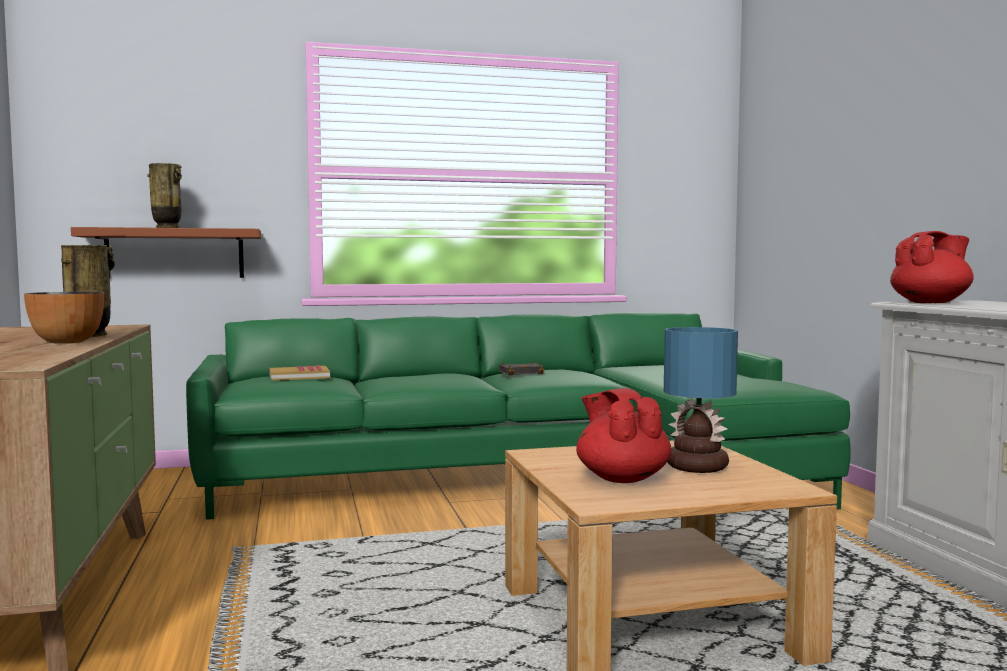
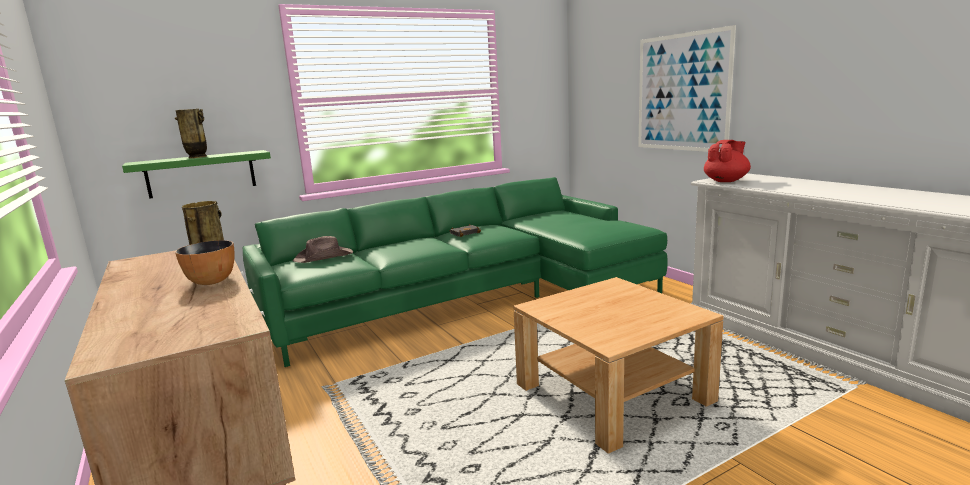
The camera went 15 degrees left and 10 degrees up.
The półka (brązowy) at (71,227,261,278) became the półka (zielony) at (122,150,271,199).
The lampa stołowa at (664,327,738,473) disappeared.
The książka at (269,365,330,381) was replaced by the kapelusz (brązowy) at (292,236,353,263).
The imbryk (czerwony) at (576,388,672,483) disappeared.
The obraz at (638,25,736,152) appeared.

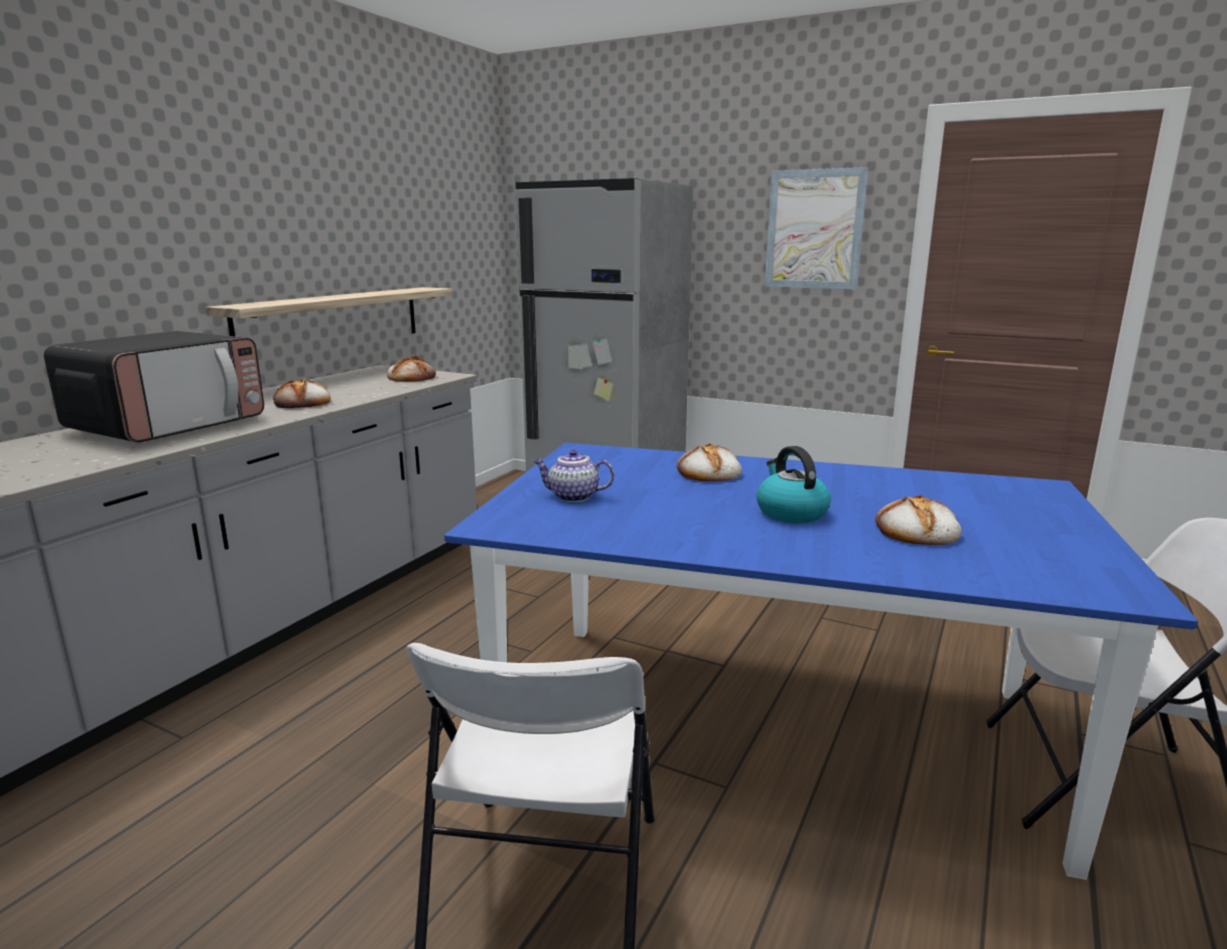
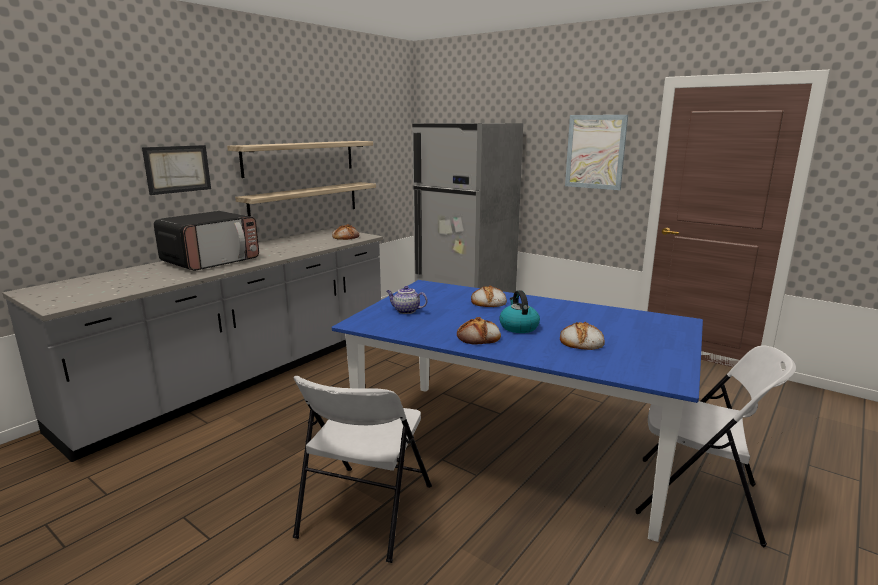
The camera went 10 degrees right and 0 degrees up.
The chleb moved from (273,378,331,408) to (457,317,501,345).
The półka at (227,141,373,178) appeared.
The obraz at (142,145,211,195) appeared.

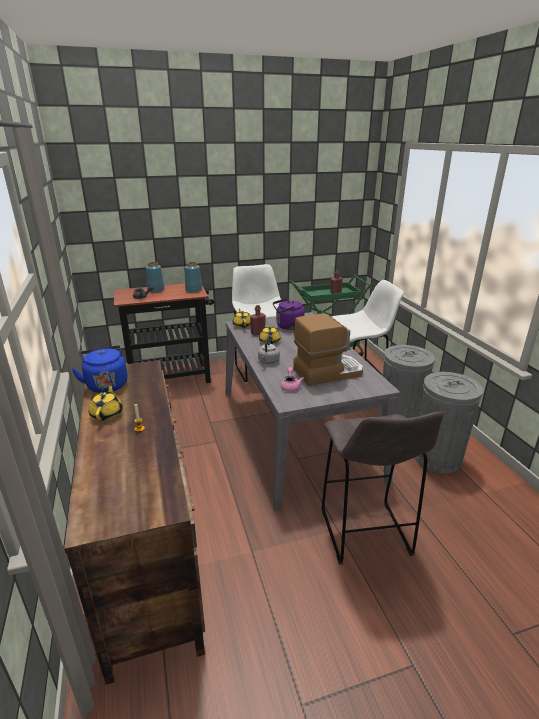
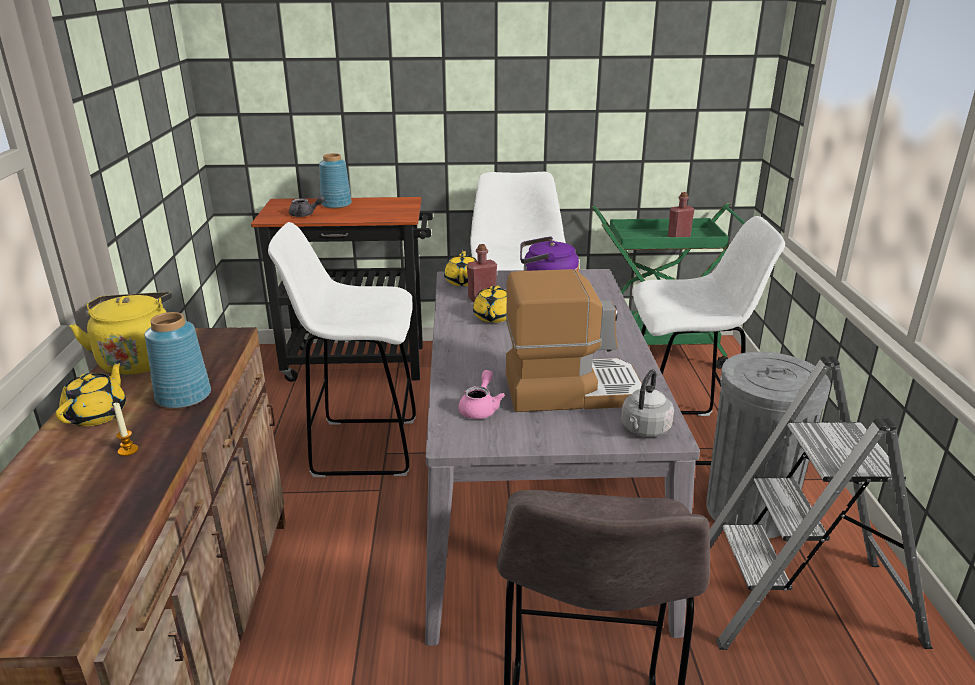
The camera went 15 degrees right and 0 degrees up.
The wazon (niebieski) moved from (185,262,202,293) to (145,312,211,409).
The czajnik (szary) moved from (258,335,280,364) to (621,369,674,437).
The czajnik (niebieski) at (72,345,128,393) became the czajnik (żółty) at (69,292,172,375).
The kosz na śmieci (szary) at (415,372,483,474) was replaced by the drabinka (szary) at (709,356,933,650).
The stołek (biały) at (268,222,416,477) appeared.

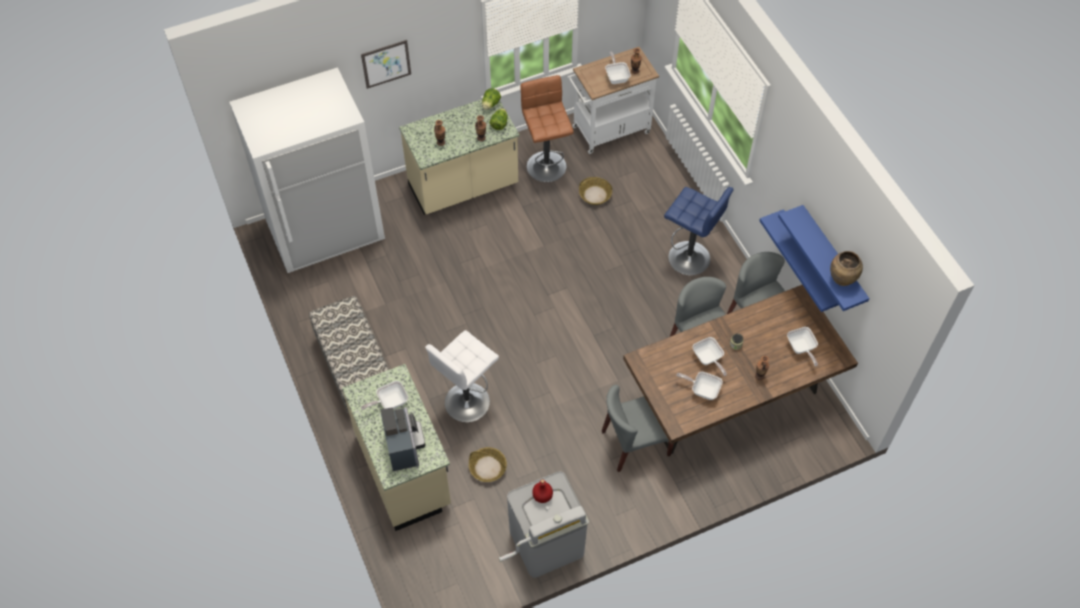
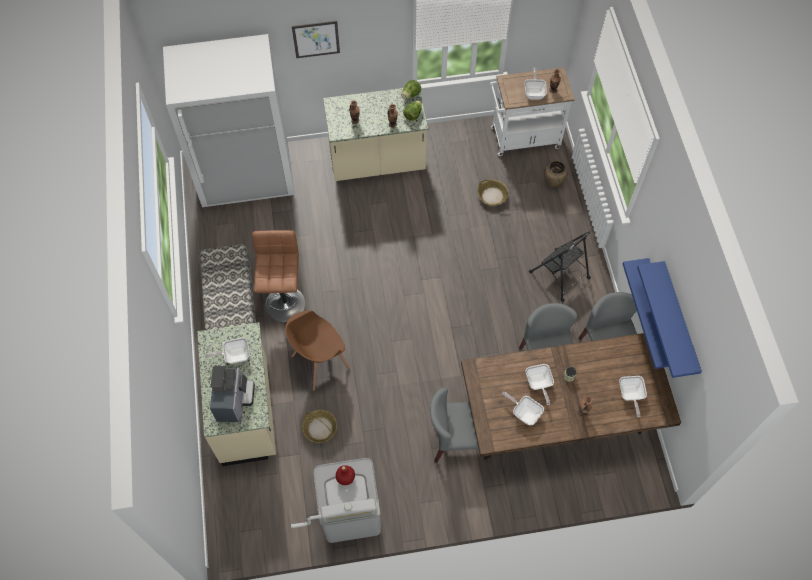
The camera went 15 degrees right and 5 degrees up.
The stołek (brązowy) moved from (521,75,574,182) to (252,230,305,322).
The stołek (niebieski) at (664,187,734,275) was replaced by the drabinka (czarny) at (529,232,591,302).
The wazon (brązowy) moved from (830,251,863,286) to (544,161,568,187).
The stołek (biały) at (425,330,499,422) was replaced by the krzesło (brązowy) at (285,310,350,390).

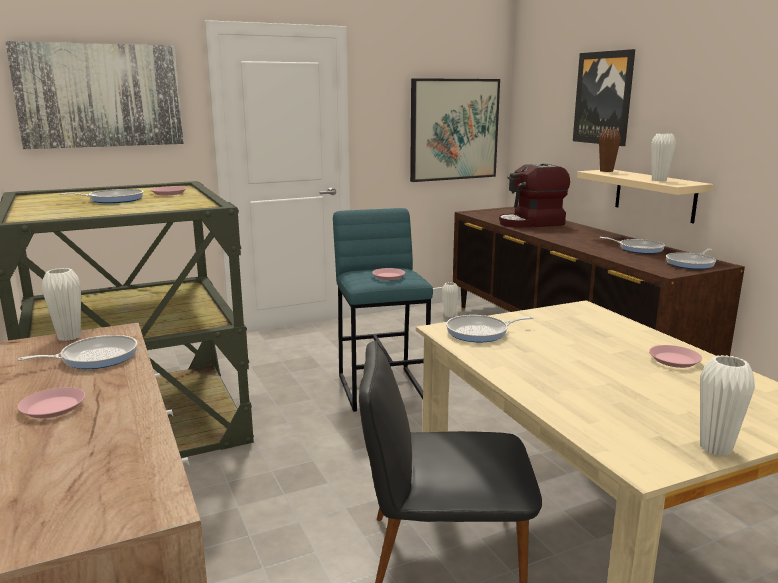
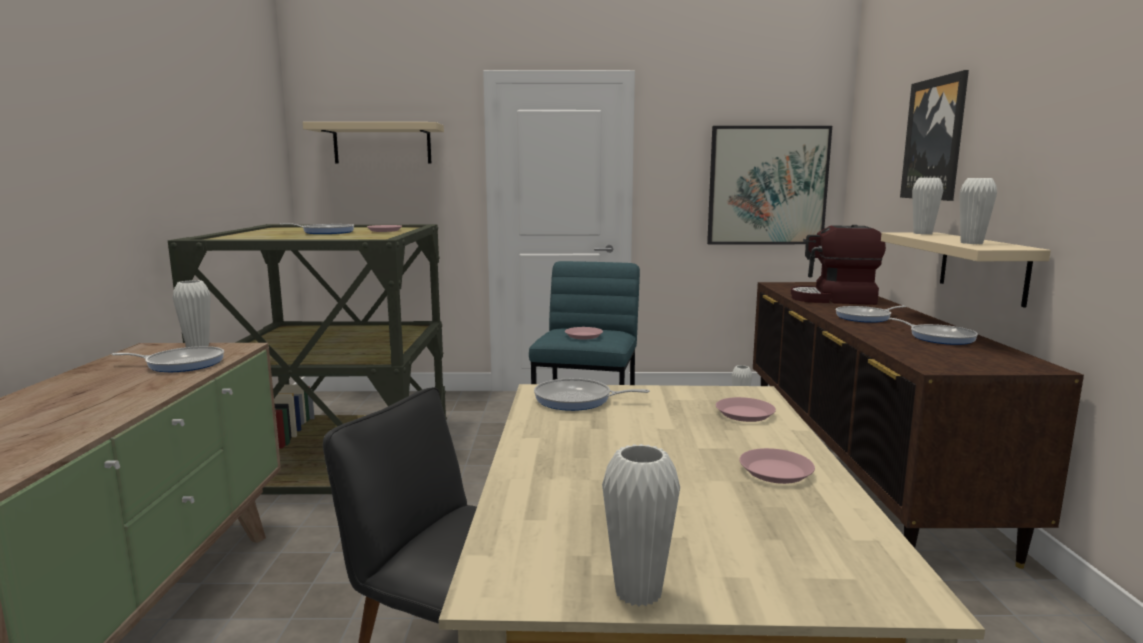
The camera went 25 degrees right and 5 degrees down.
The obraz at (5,41,184,149) was replaced by the półka (beżowy) at (303,122,444,163).
The wazon (brązowy) at (599,129,621,172) became the wazon (biały) at (912,178,943,234).
The patelnia moved from (666,249,716,269) to (836,306,906,323).
The talerz (różowy) moved from (18,387,85,418) to (716,397,776,422).

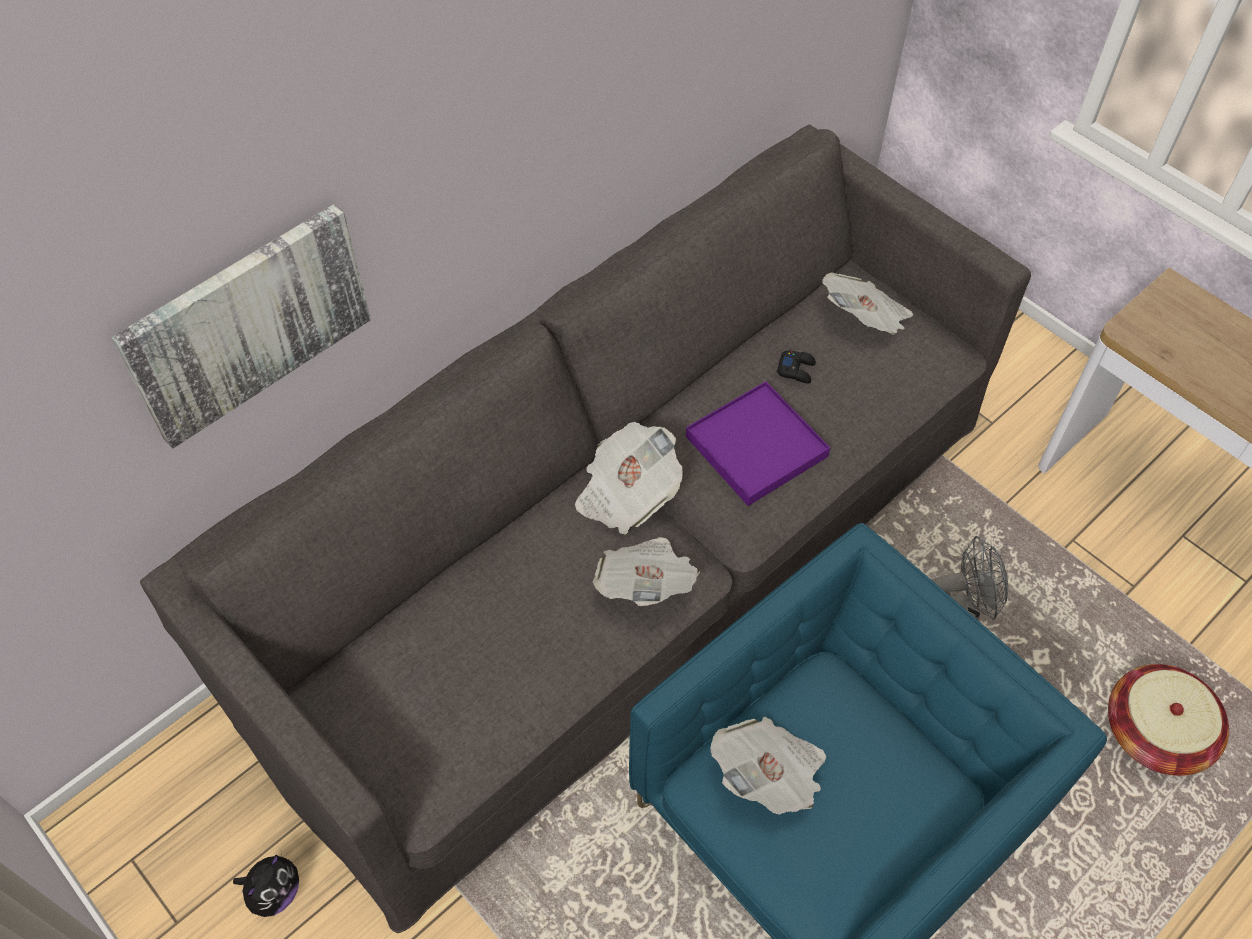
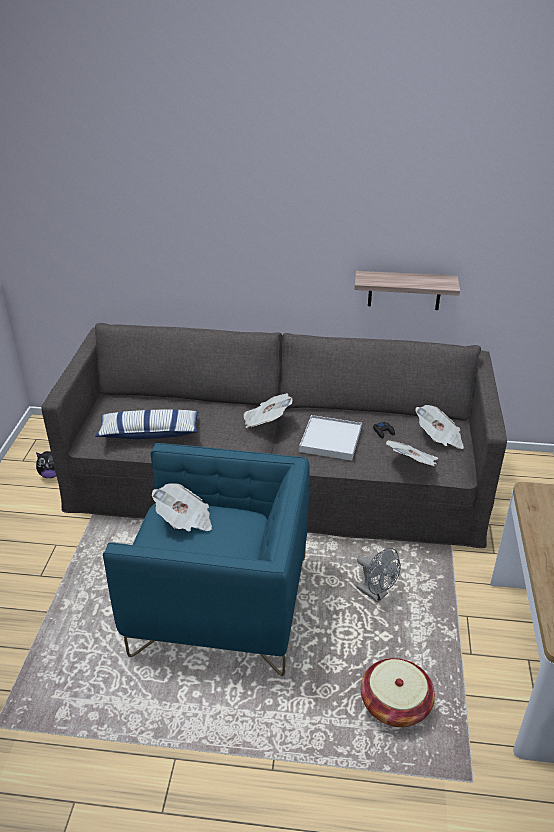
The camera went 50 degrees right and 20 degrees down.
The obraz at (111,204,371,448) disappeared.
The taca (fioletowy) at (686,381,830,506) became the taca (biały) at (299,415,362,461).
The gazeta moved from (593,537,700,606) to (386,440,438,466).
The półka at (354,271,460,310) appeared.
The poduszka at (95,409,199,439) appeared.

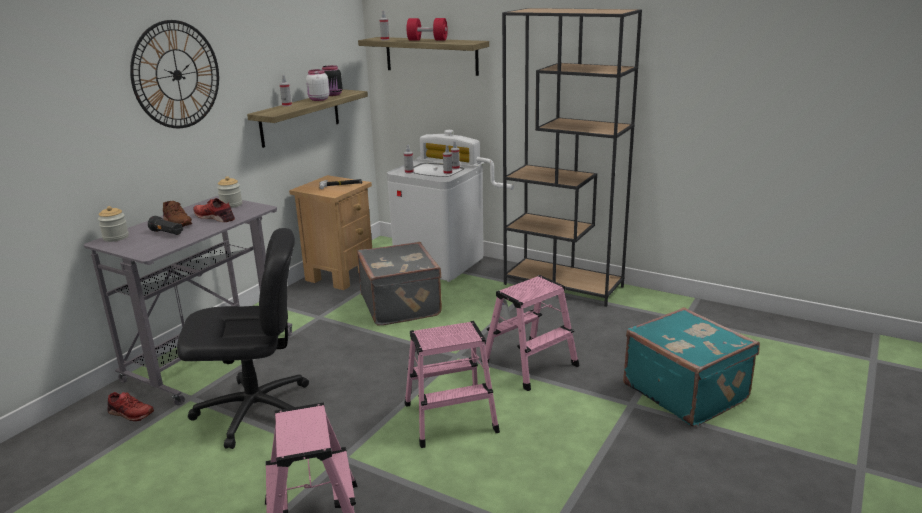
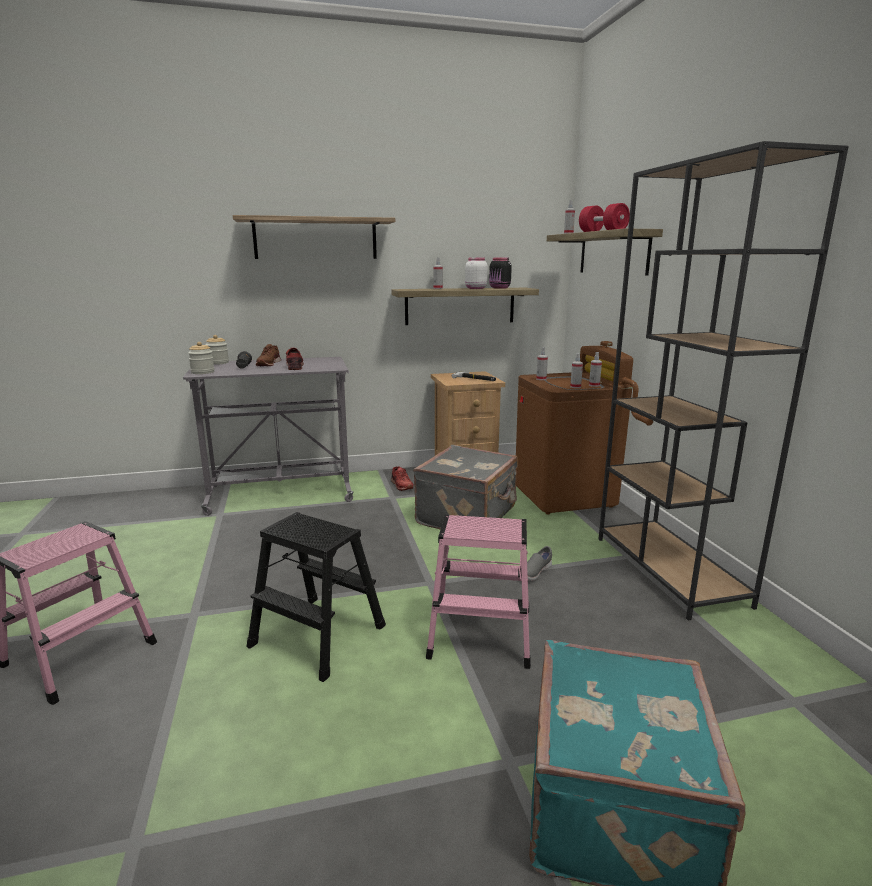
The camera went 45 degrees right and 5 degrees down.
The zegar ścienny at (130,20,219,128) was replaced by the półka at (233,215,395,259).
The pralka (biały) at (387,130,514,282) became the pralka (brązowy) at (516,341,653,515).
The słoik moved from (217,176,242,208) to (188,342,214,374).
The krzesło biurowe (czarny) at (177,228,309,449) disappeared.
The drabinka (różowy) at (405,321,500,448) became the drabinka (czarny) at (246,512,386,682).
The but (czerwony) moved from (107,392,154,421) to (391,466,414,491).

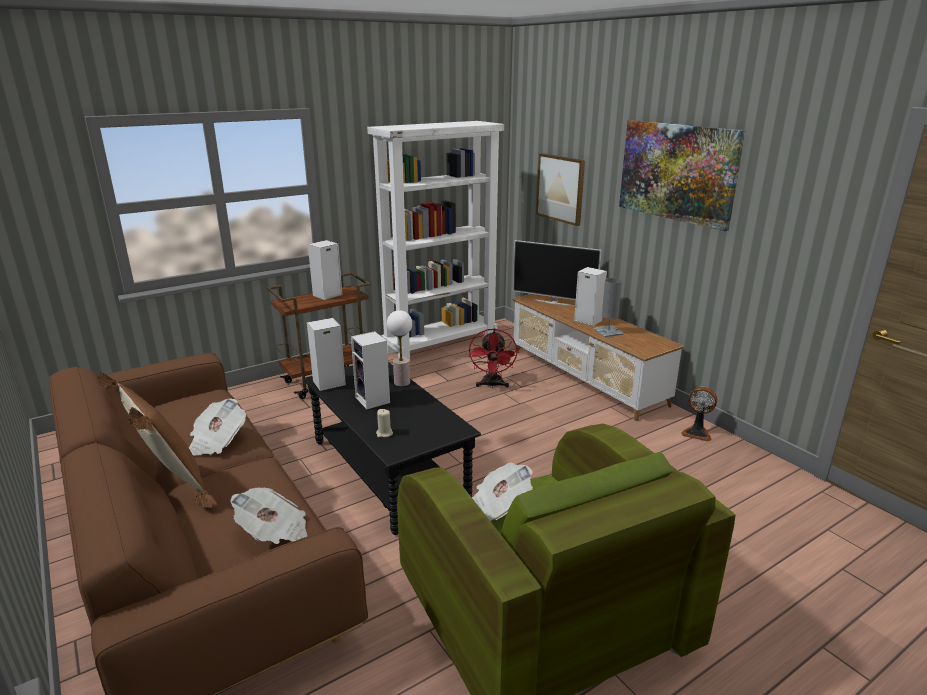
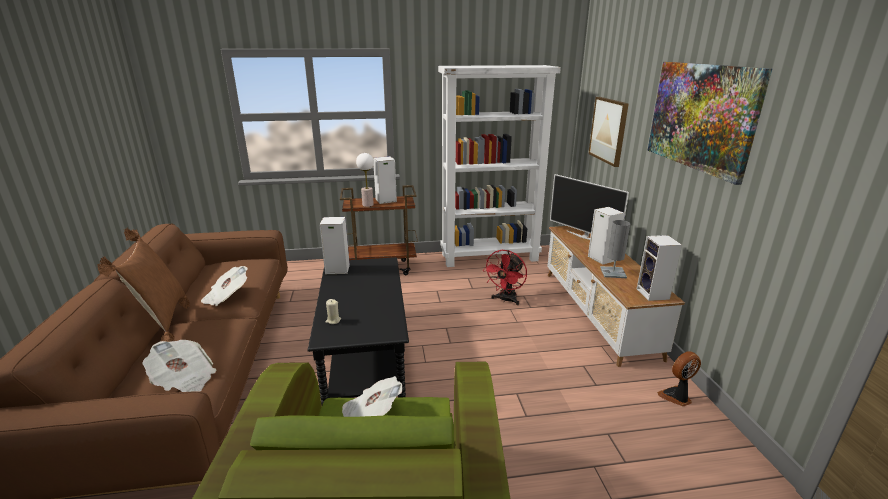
The camera went 25 degrees right and 0 degrees up.
The lampa stołowa moved from (387,310,412,386) to (356,153,374,207).
The głośnik moved from (351,331,390,409) to (637,235,682,301).
The wentylator at (681,387,717,441) turned 105 degrees clockwise.

